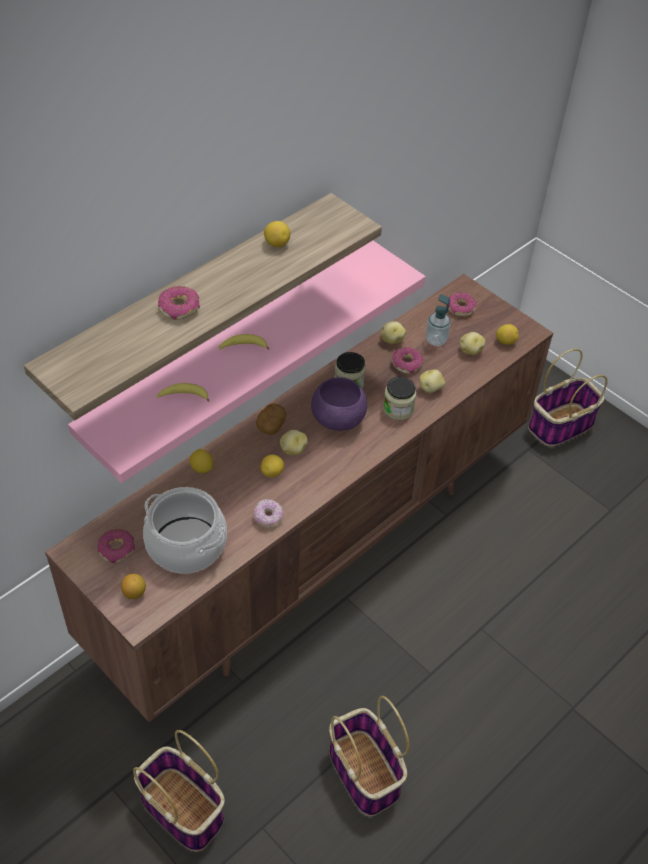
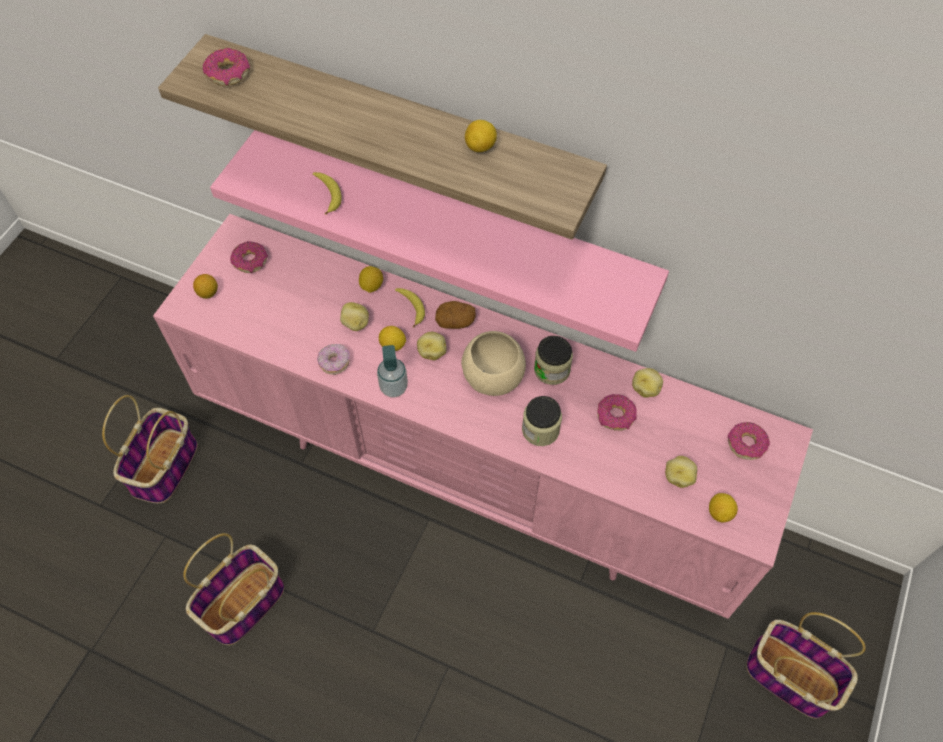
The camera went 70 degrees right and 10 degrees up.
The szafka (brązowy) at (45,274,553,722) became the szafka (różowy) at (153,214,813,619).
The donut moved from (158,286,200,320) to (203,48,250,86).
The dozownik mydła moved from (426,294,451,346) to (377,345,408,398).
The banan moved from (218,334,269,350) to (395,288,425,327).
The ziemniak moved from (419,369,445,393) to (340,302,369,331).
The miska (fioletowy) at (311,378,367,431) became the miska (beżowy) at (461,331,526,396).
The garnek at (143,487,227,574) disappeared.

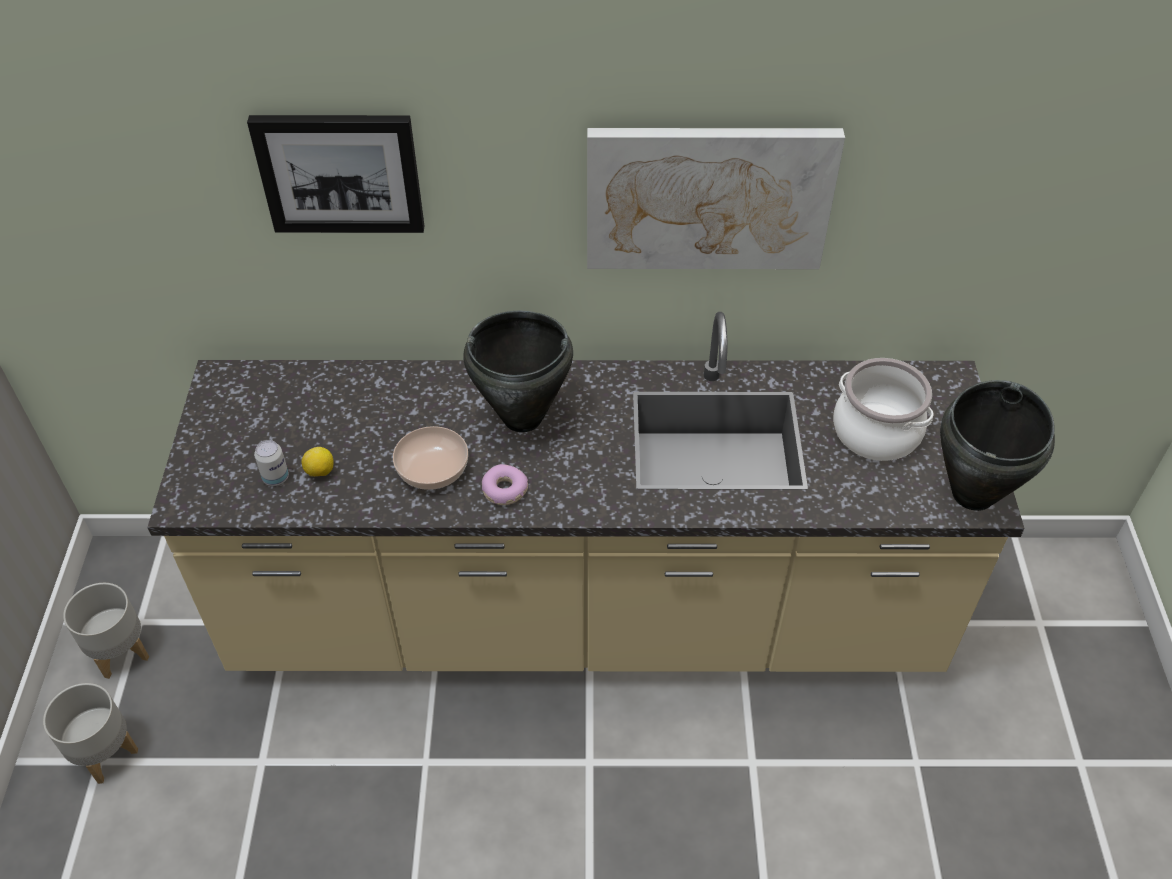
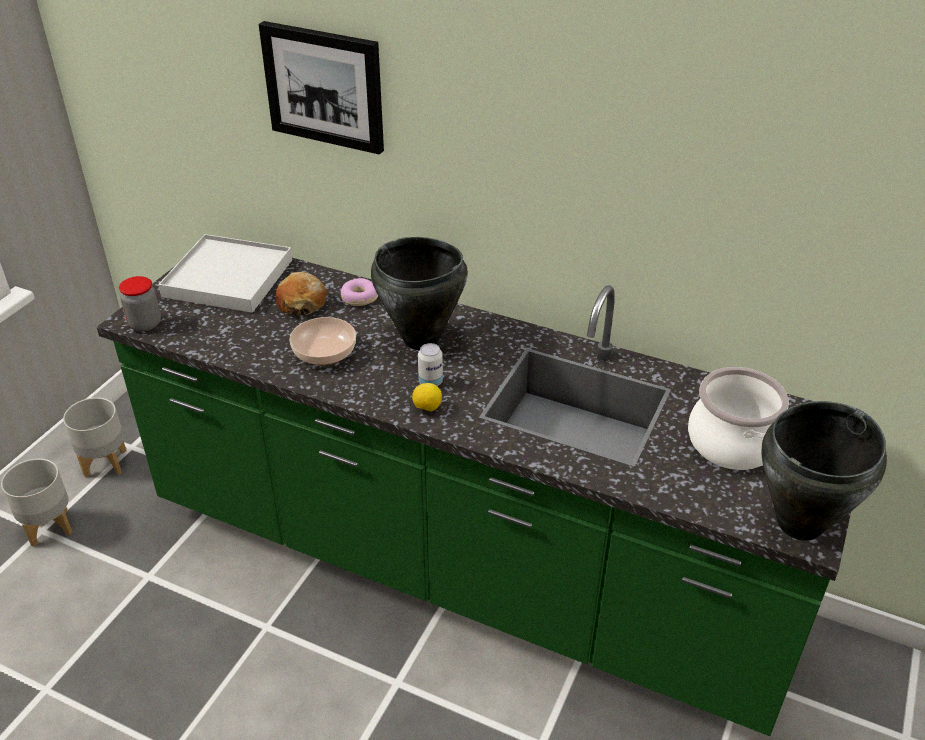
The camera went 25 degrees right and 10 degrees down.
The obraz at (587,128,845,269) disappeared.
The zabudowa kuchenna (beżowy) at (147,312,1025,672) became the zabudowa kuchenna (zielony) at (97,258,851,736).
The puszka moved from (254,440,289,486) to (418,343,443,386).
The cytryna moved from (301,447,333,477) to (412,383,442,412).
The donut moved from (482,464,528,505) to (341,278,378,306).
The taca (biały) at (158,234,292,313) appeared.
The chleb at (276,272,327,315) appeared.
The słoik at (119,276,161,332) appeared.

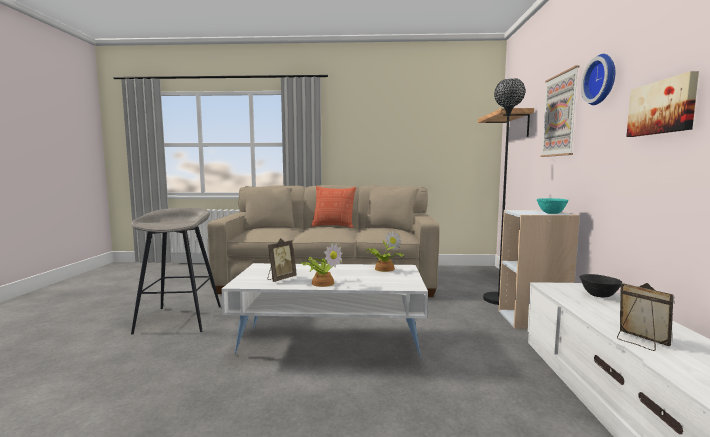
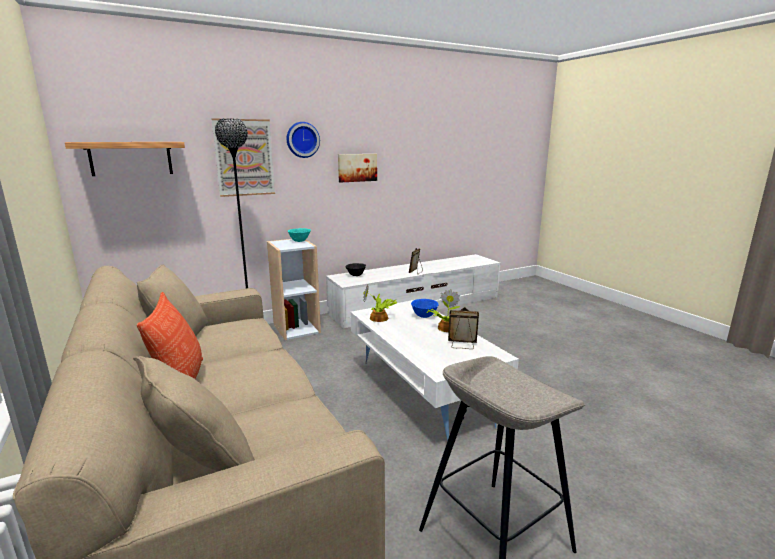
The camera went 120 degrees left and 10 degrees up.
The miska (niebieski) at (411,299,439,318) appeared.

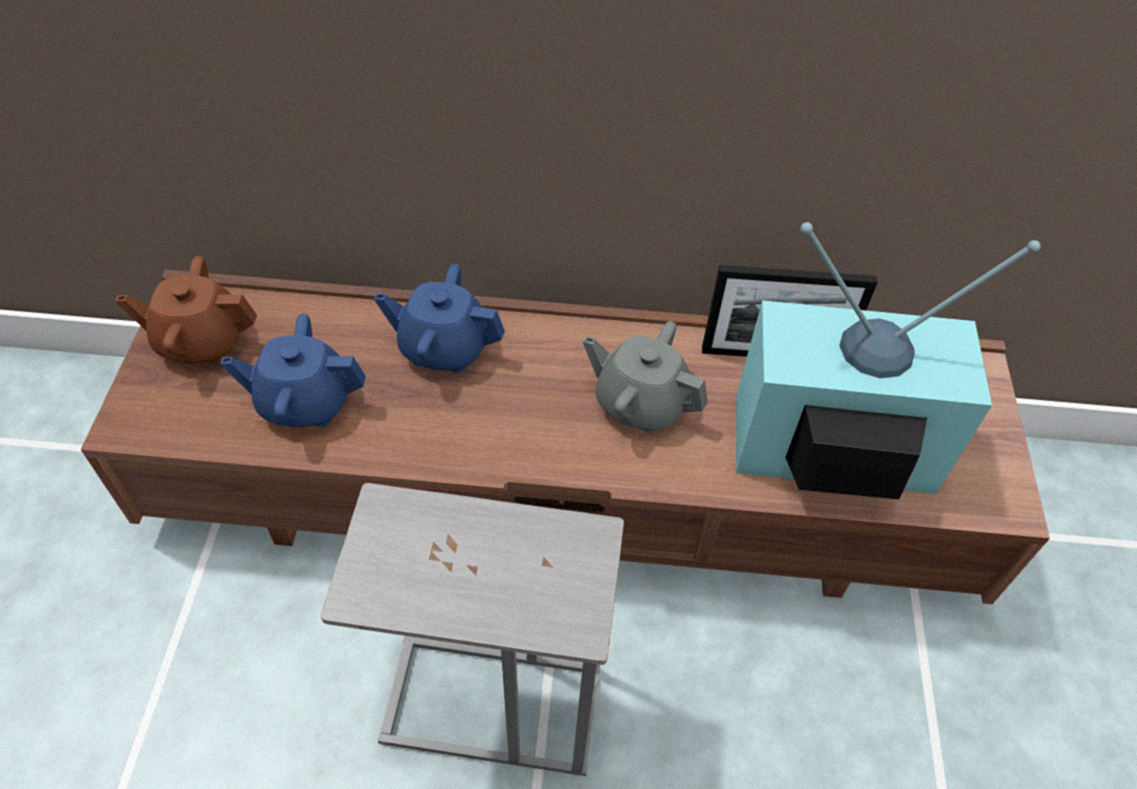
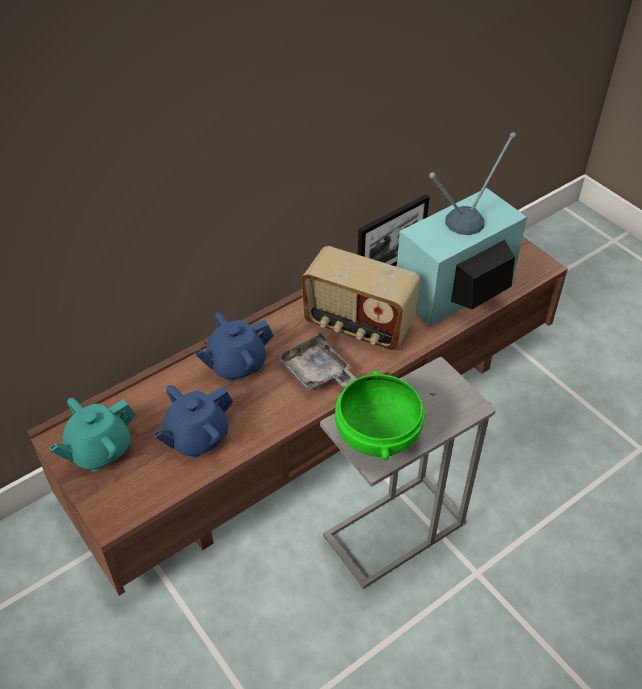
The camera went 40 degrees left and 5 degrees down.
The imbryk (brązowy) at (115,256,257,364) became the imbryk (turkusowy) at (49,398,136,472).
The imbryk (szary) at (583,321,708,434) was replaced by the radio at (302,246,420,350).
The taca (szary) at (276,331,356,391) appeared.
The miska (zielony) at (335,370,424,461) appeared.

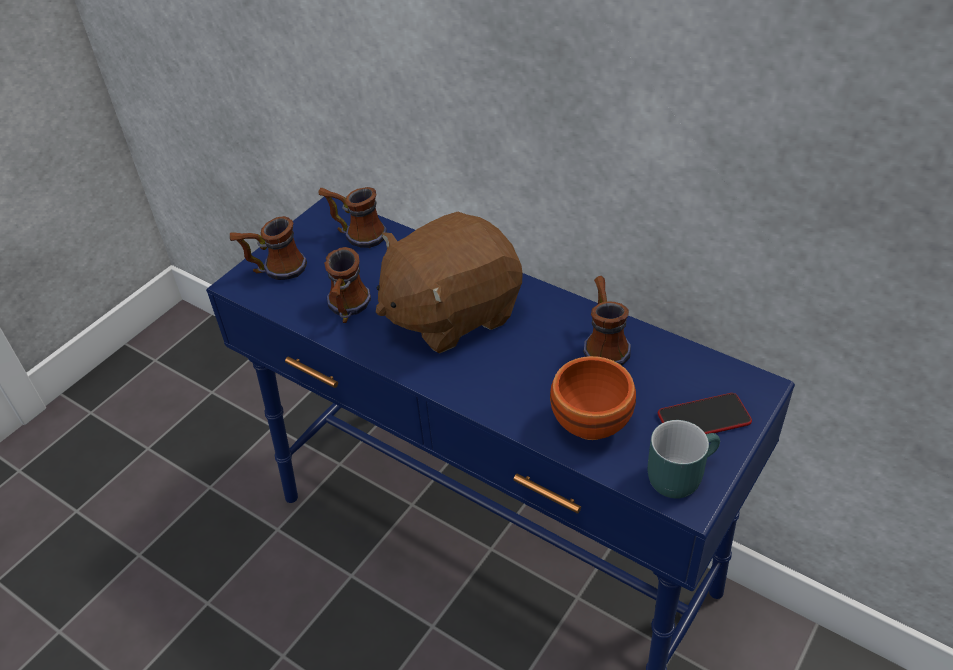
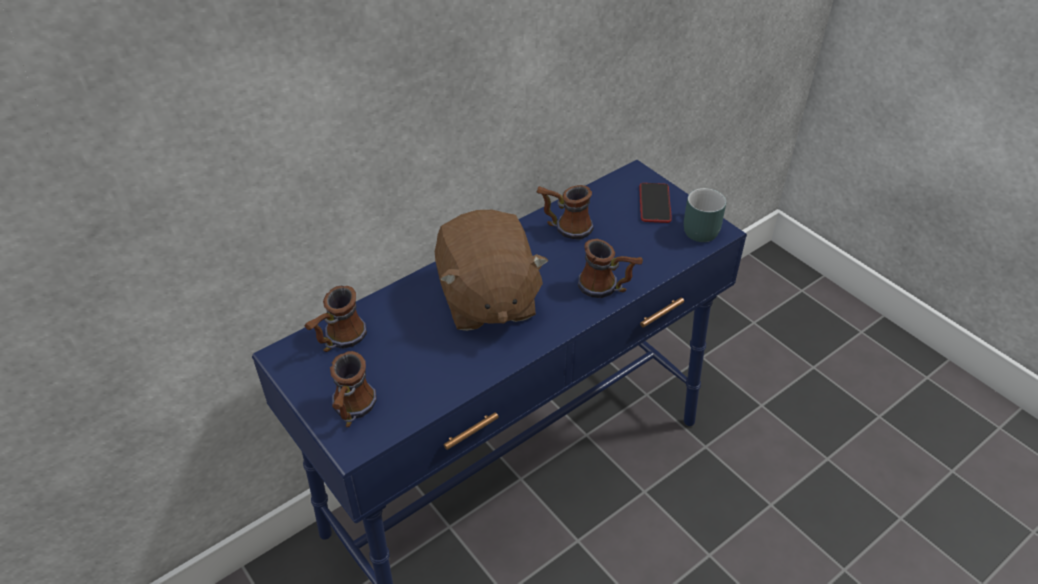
The camera went 75 degrees left and 0 degrees up.
The kubek moved from (324,247,371,323) to (578,239,643,298).
The miska (brązowy) at (550,356,636,440) disappeared.

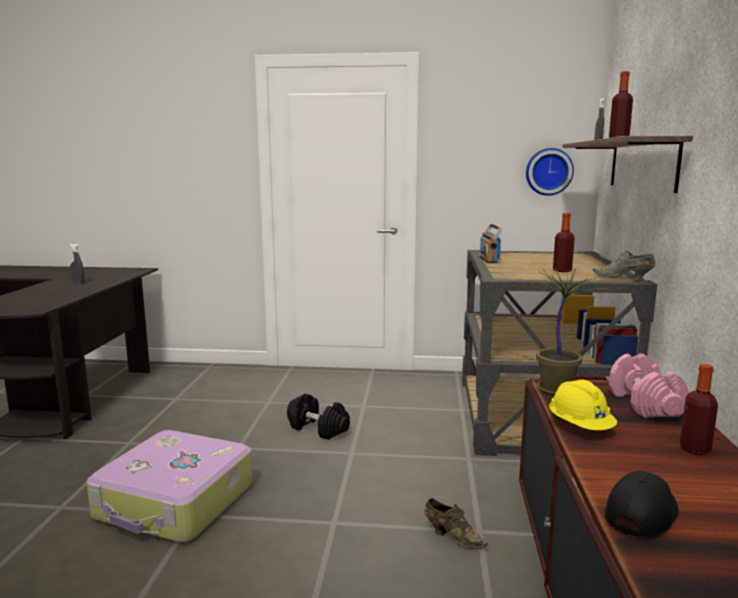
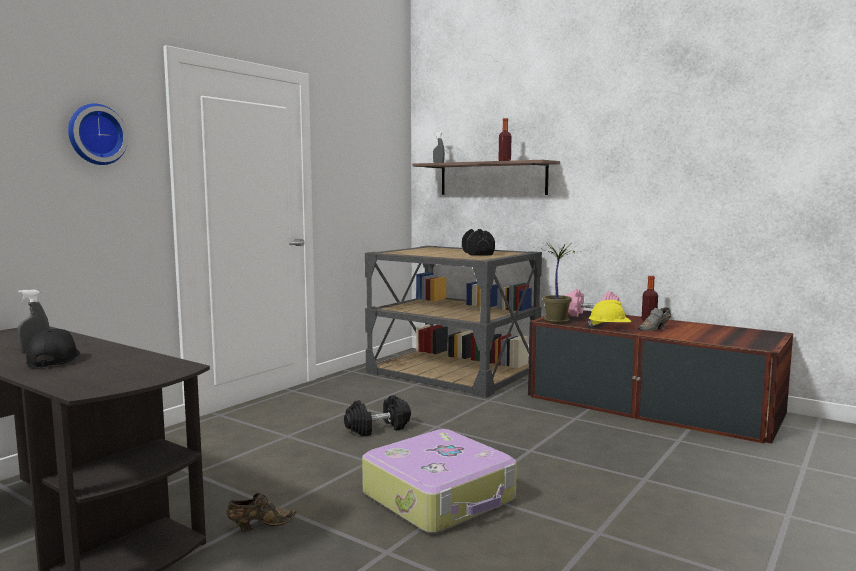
The camera went 60 degrees left and 5 degrees down.
The zegar ścienny moved from (526,148,574,196) to (68,104,128,165).
The butelka at (553,213,575,272) was replaced by the hantel (czarny) at (462,229,495,256).
The radio at (480,224,503,263) disappeared.
The but (szary) moved from (592,251,655,280) to (638,307,671,331).
The czapka z daszkiem (czarny) moved from (605,471,679,538) to (26,329,80,367).
The but (brązowy) moved from (425,498,488,549) to (226,493,297,531).

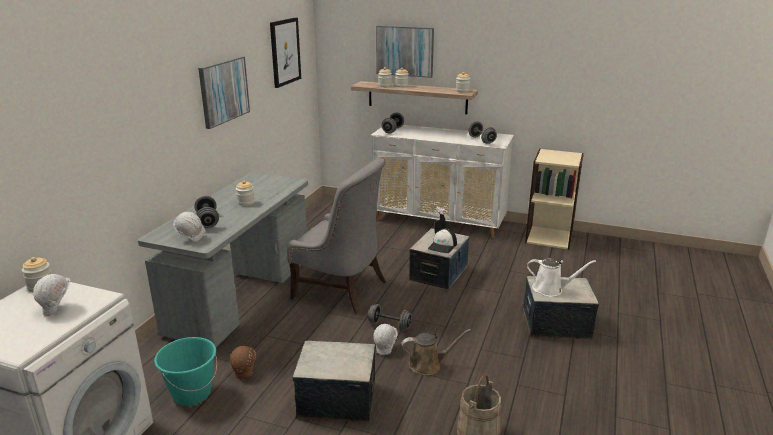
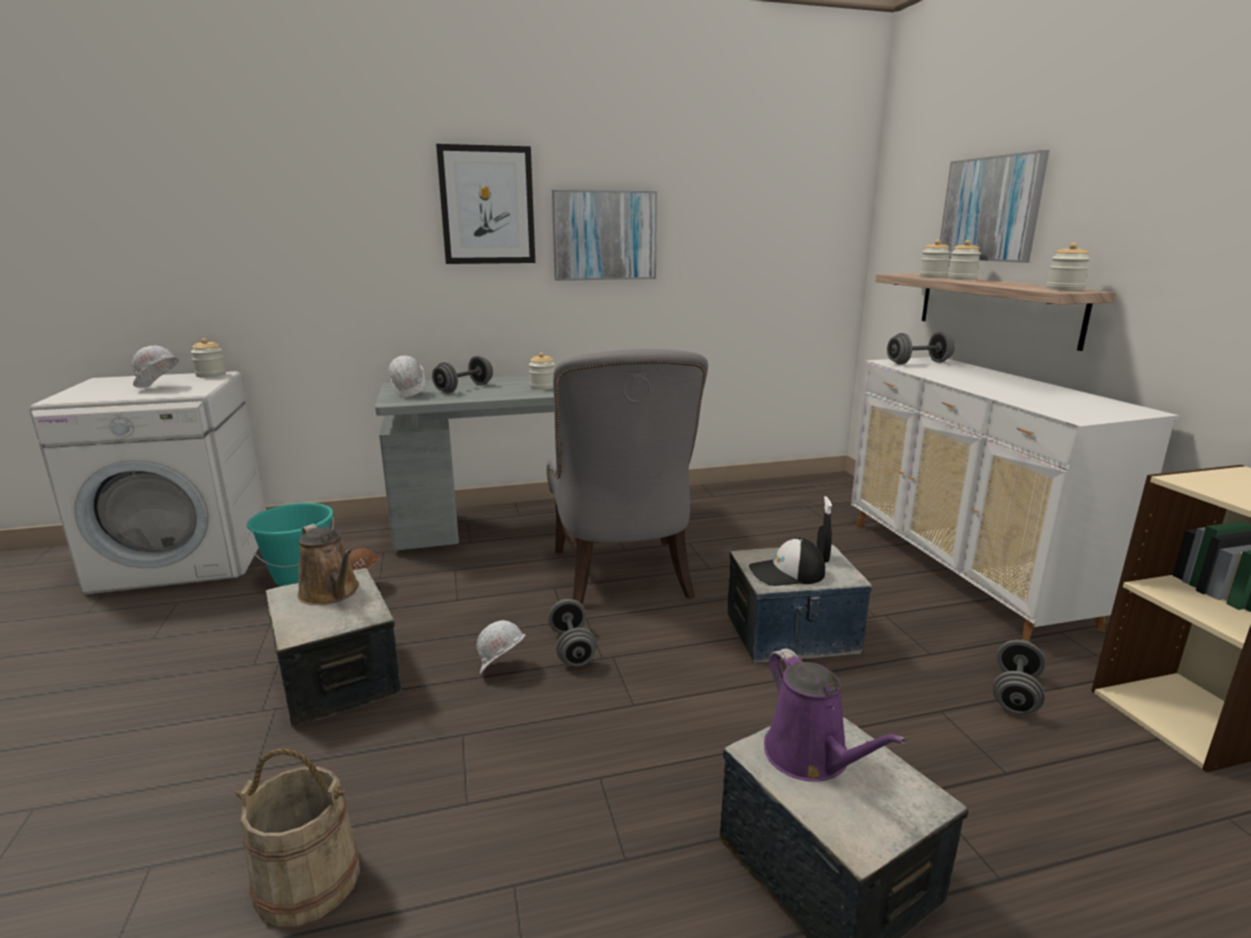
The camera went 55 degrees right and 5 degrees down.
The obraz moved from (270,17,301,88) to (436,144,535,264).
The hantel (szary) moved from (468,121,497,144) to (993,639,1045,715).
The konewka (biały) at (527,258,596,297) became the konewka (fioletowy) at (764,648,906,782).
The konewka (brązowy) moved from (401,329,471,375) to (297,524,359,605).

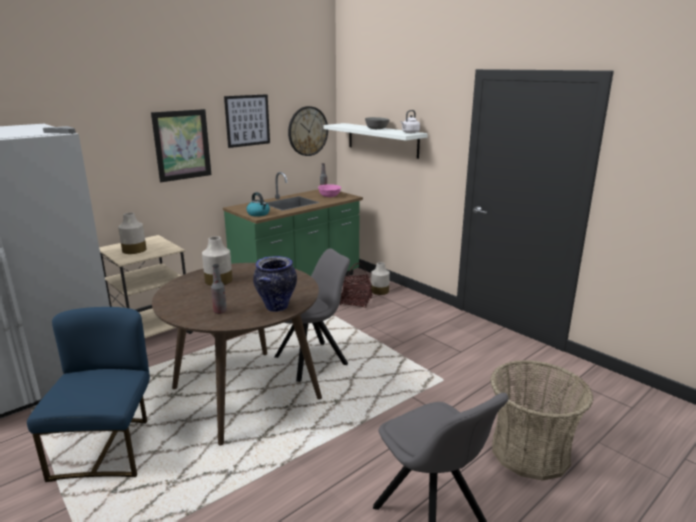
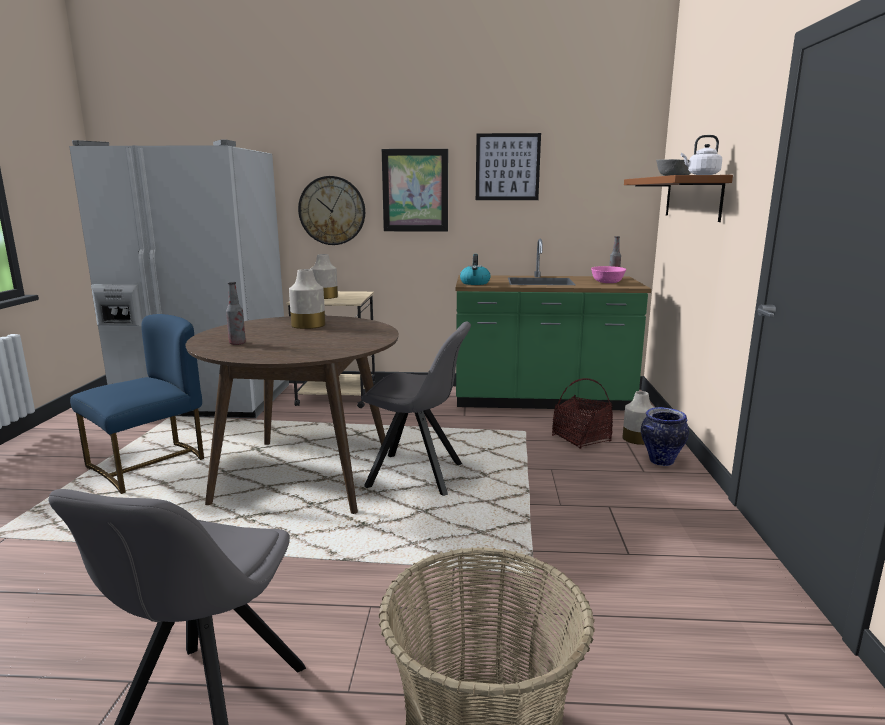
The camera went 45 degrees right and 5 degrees down.
The zegar ścienny moved from (288,106,328,156) to (298,176,365,245).
The półka (biały) at (323,123,428,159) became the półka (brązowy) at (624,175,733,222).
The wazon moved from (253,256,297,312) to (641,407,689,466).

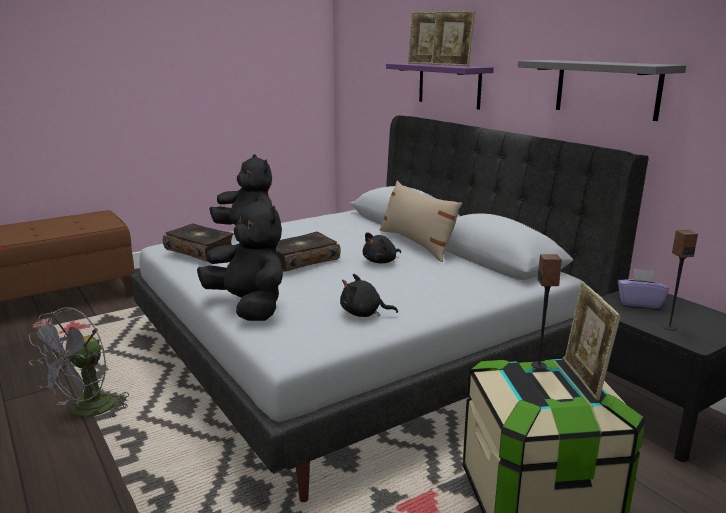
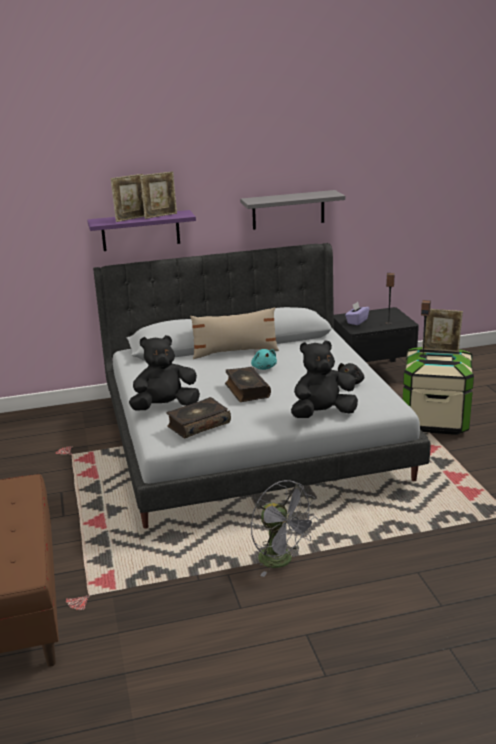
The camera went 70 degrees left and 5 degrees up.
The pluszak (czarny) at (363,232,401,263) became the pluszak (turkusowy) at (251,349,277,370).

